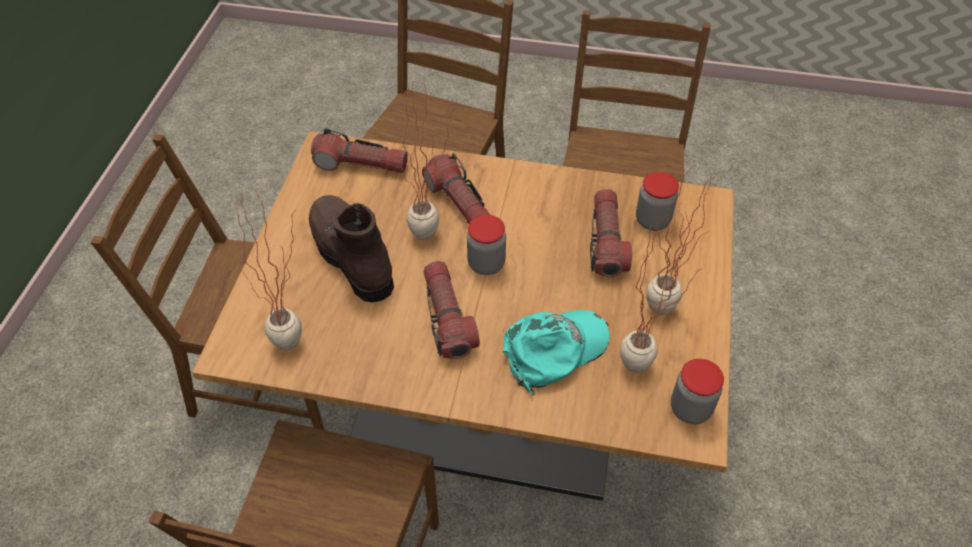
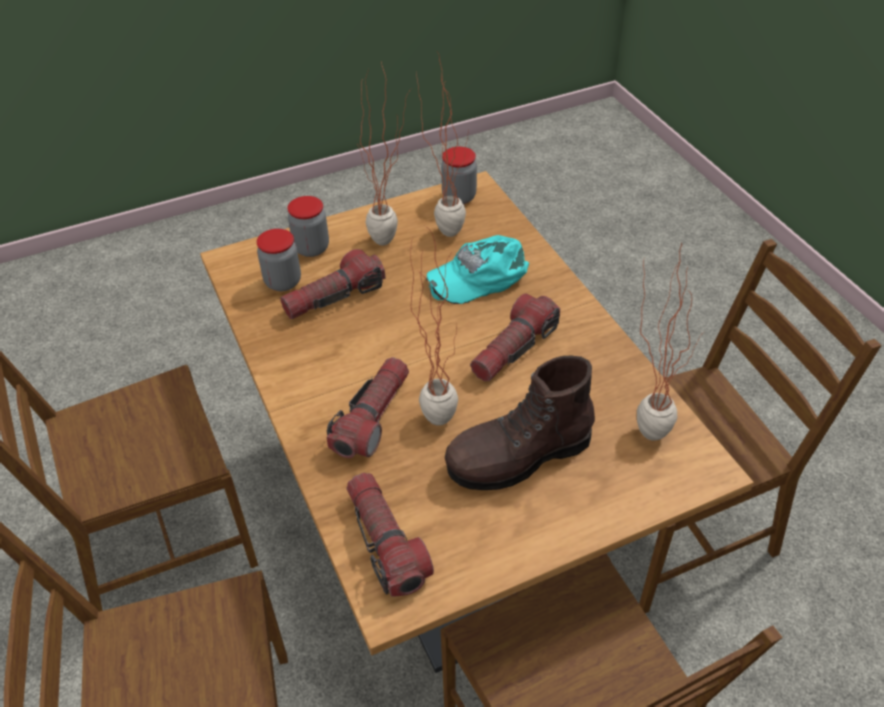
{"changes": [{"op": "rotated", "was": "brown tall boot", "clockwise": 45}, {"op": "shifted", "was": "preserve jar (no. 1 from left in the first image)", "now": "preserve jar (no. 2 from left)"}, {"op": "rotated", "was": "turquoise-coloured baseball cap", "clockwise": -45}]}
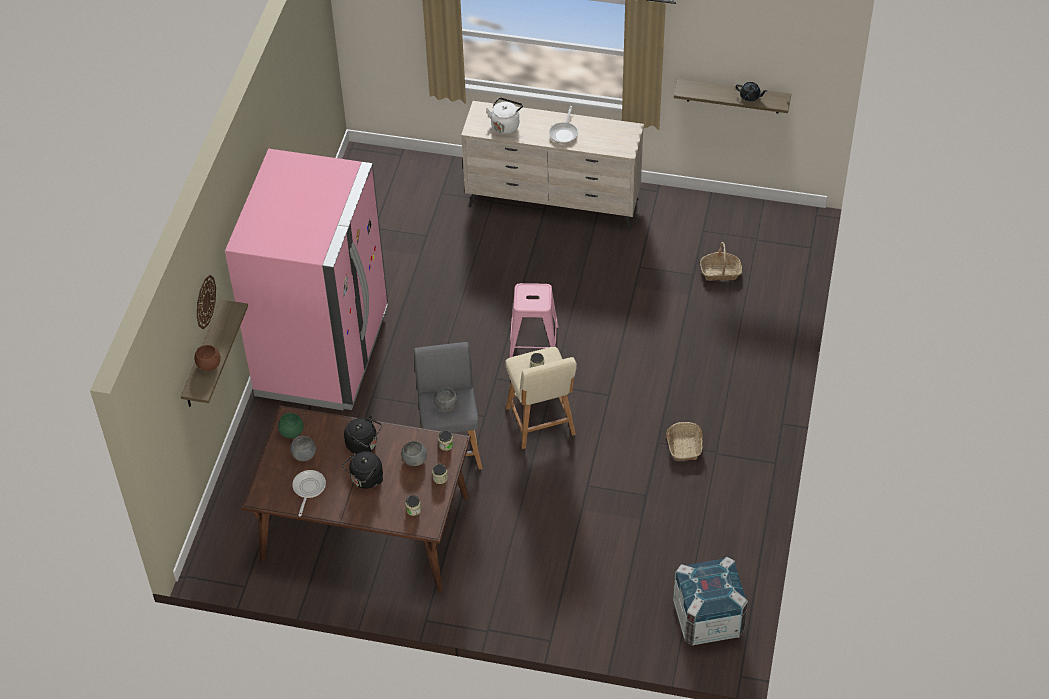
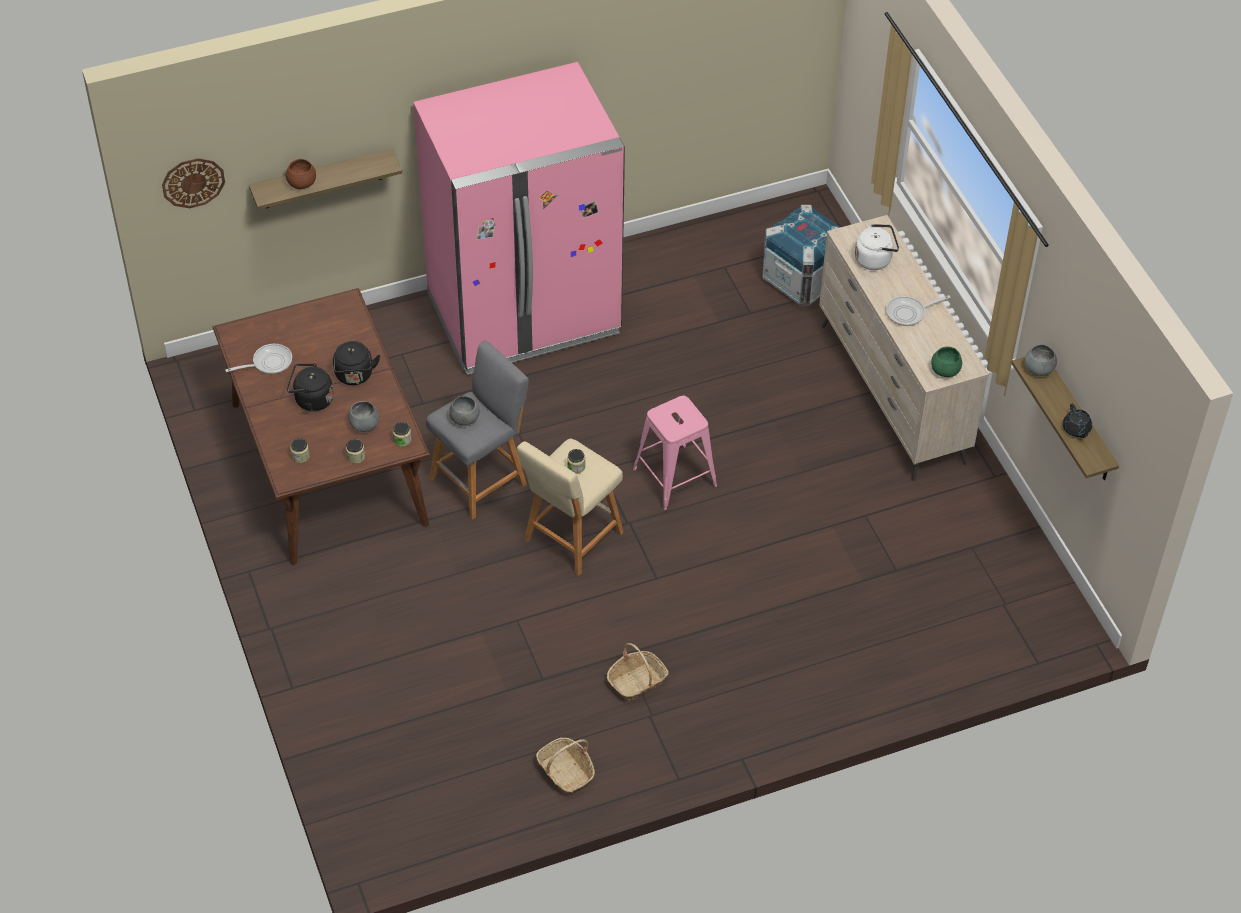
{"changes": [{"op": "shifted", "was": "clock on the wall"}, {"op": "shifted", "was": "greenish bowl"}, {"op": "shifted", "was": "gray bowl (no. 1 from left in the first image)", "now": "gray bowl (no. 3 from left)"}, {"op": "shifted", "was": "packing crate"}, {"op": "shifted", "was": "household basket (no. 2 from left in the first image)", "now": "household basket (no. 1 from left)"}]}
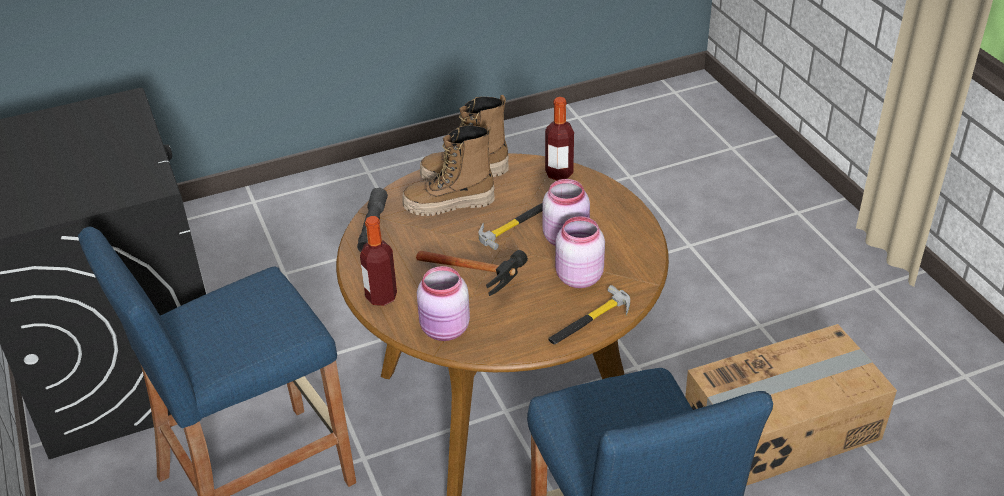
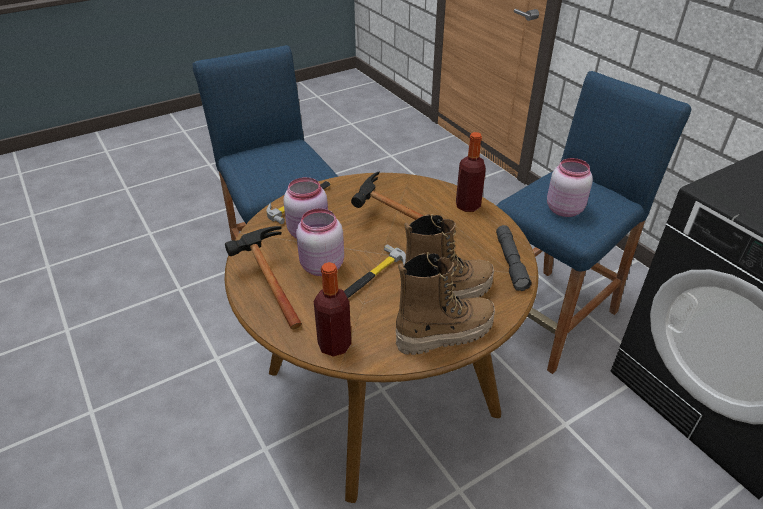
{"changes": [{"op": "shifted", "was": "pinkish preserve jar (no. 1 from left in the first image)", "now": "pinkish preserve jar (no. 3 from left)"}, {"op": "gone", "was": "carton"}, {"op": "new", "now": "hand hammer (no. 1 from left)"}]}
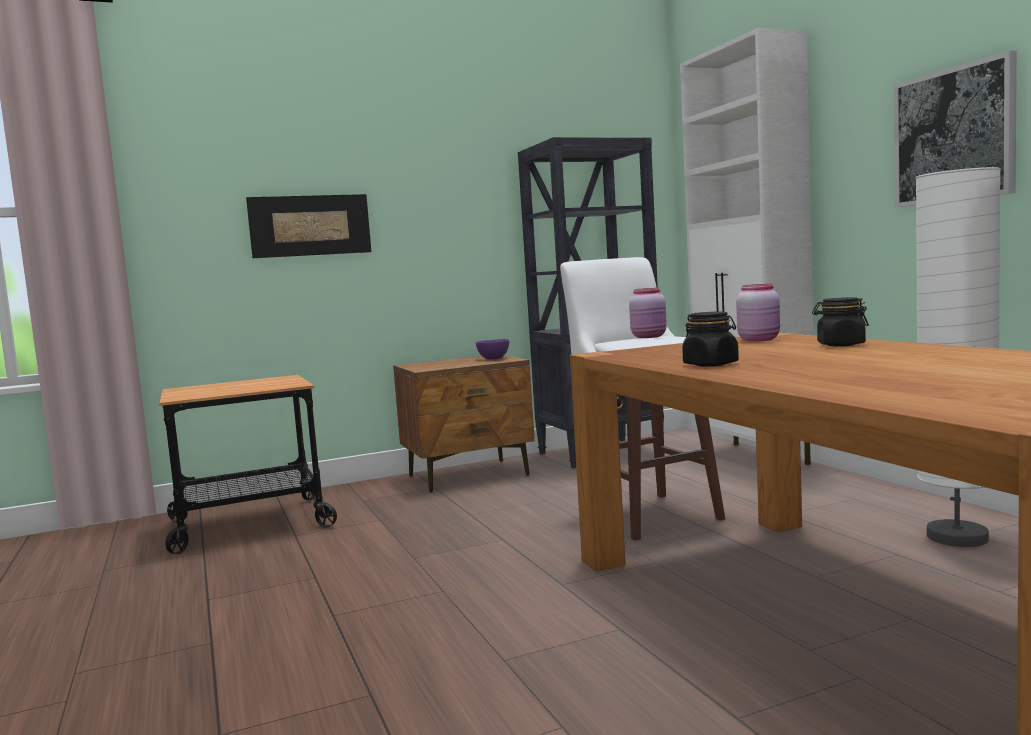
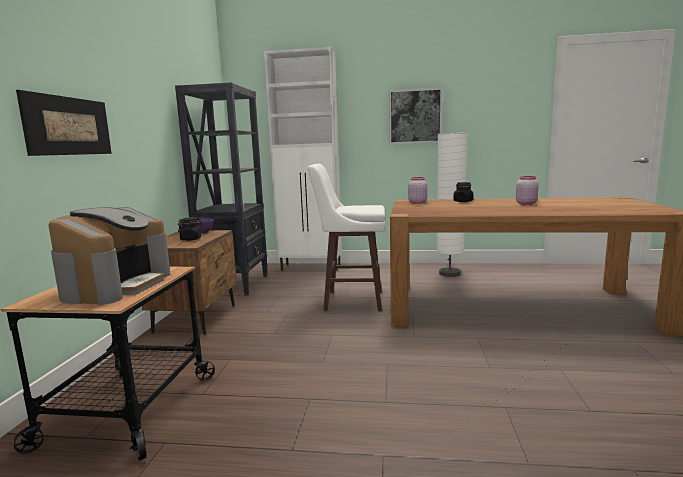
{"changes": [{"op": "shifted", "was": "pinkish preserve jar (no. 1 from left in the first image)", "now": "pinkish preserve jar (no. 2 from left)"}, {"op": "shifted", "was": "blackish preserve jar (no. 1 from left)"}, {"op": "new", "now": "coffee brewer"}]}
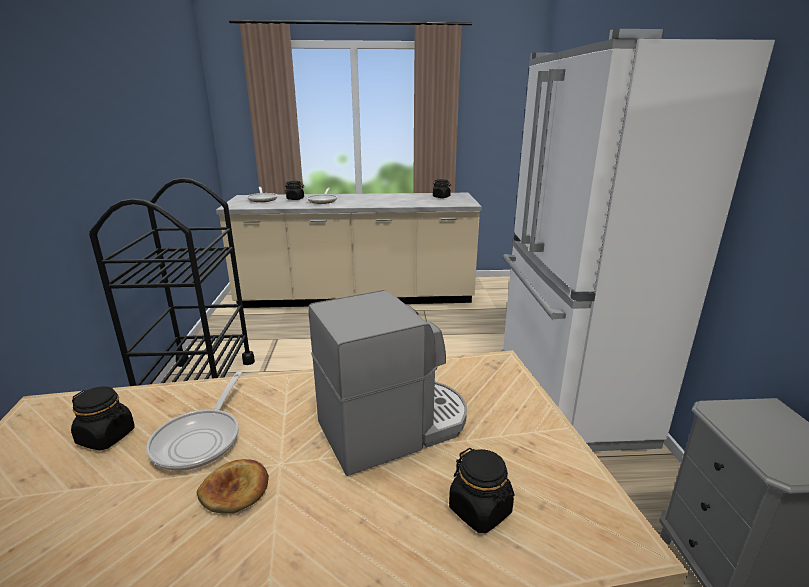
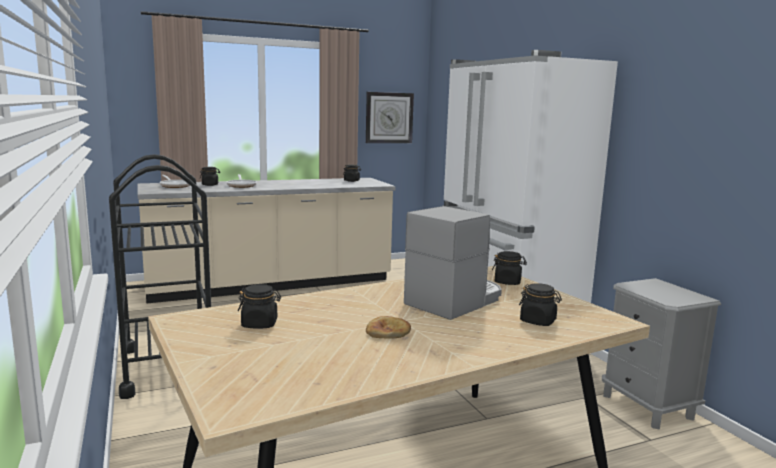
{"changes": [{"op": "gone", "was": "frying pan (no. 1 from left)"}, {"op": "new", "now": "clock on the wall"}, {"op": "new", "now": "blackish preserve jar (no. 4 from left)"}]}
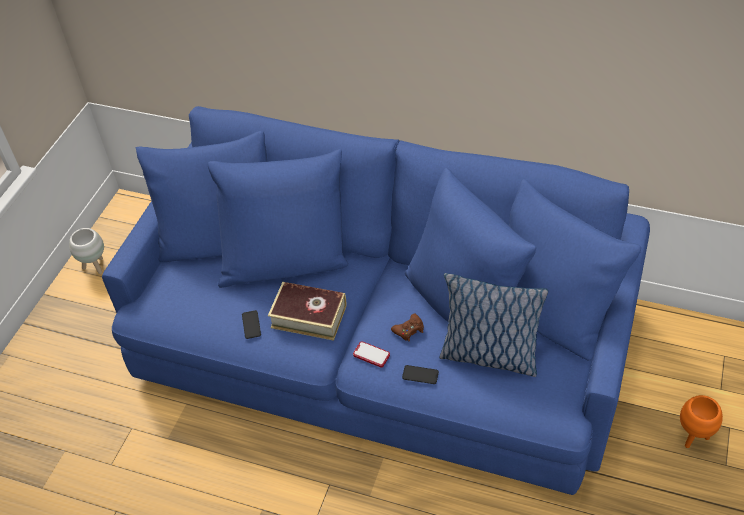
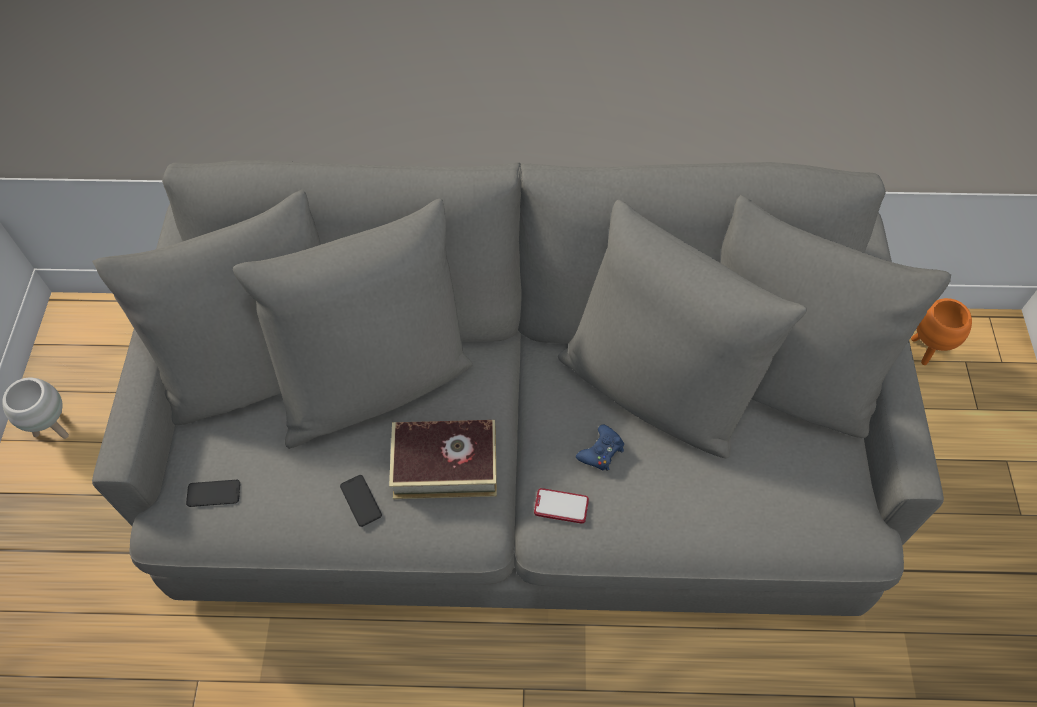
{"changes": [{"op": "repainted", "was": "blue settee", "now": "gray settee"}, {"op": "repainted", "was": "brown game controller", "now": "blue game controller"}, {"op": "shifted", "was": "telephone (no. 3 from left in the first image)", "now": "telephone (no. 1 from left)"}, {"op": "gone", "was": "throw pillow"}, {"op": "shifted", "was": "orangey plant pot"}]}
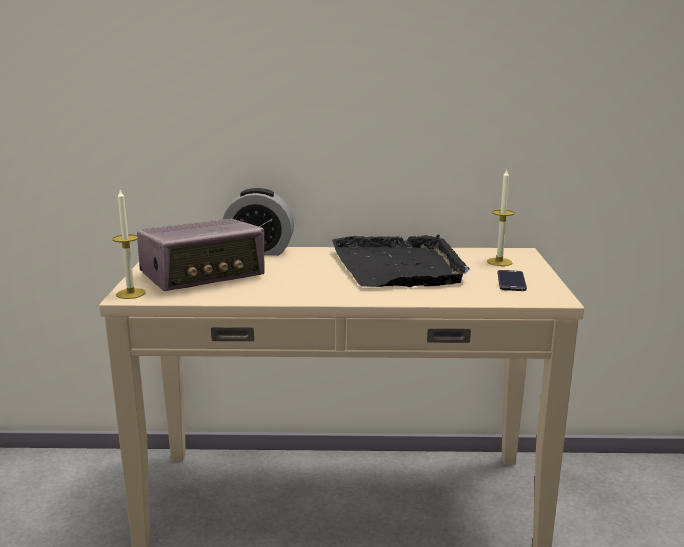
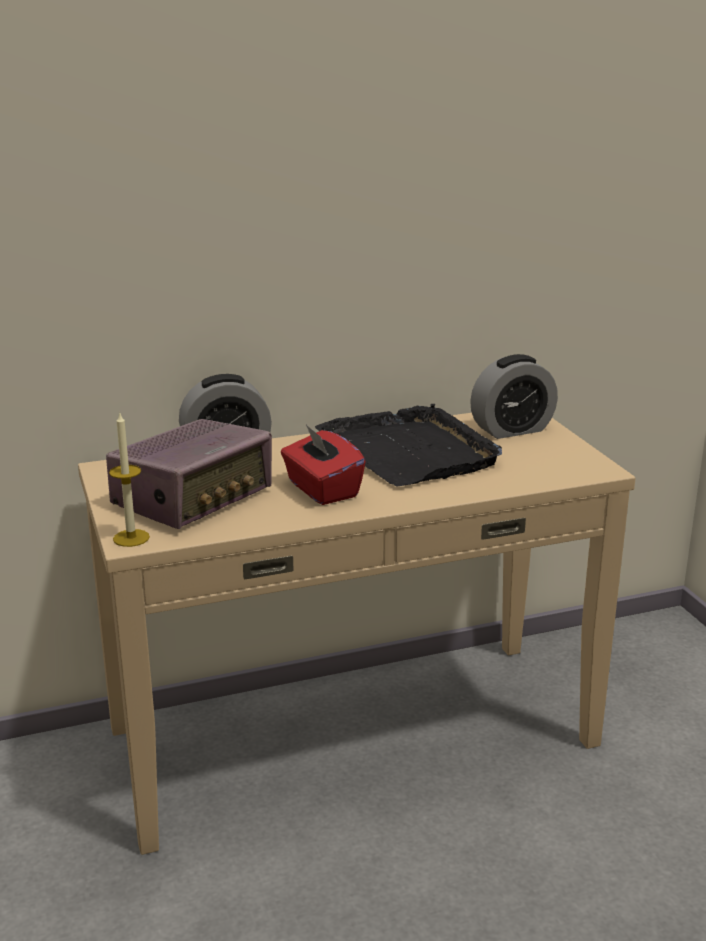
{"changes": [{"op": "swapped", "was": "candle (no. 2 from left)", "now": "table clock (no. 2 from left)"}, {"op": "gone", "was": "telephone"}, {"op": "new", "now": "red-coloured tissue holder"}]}
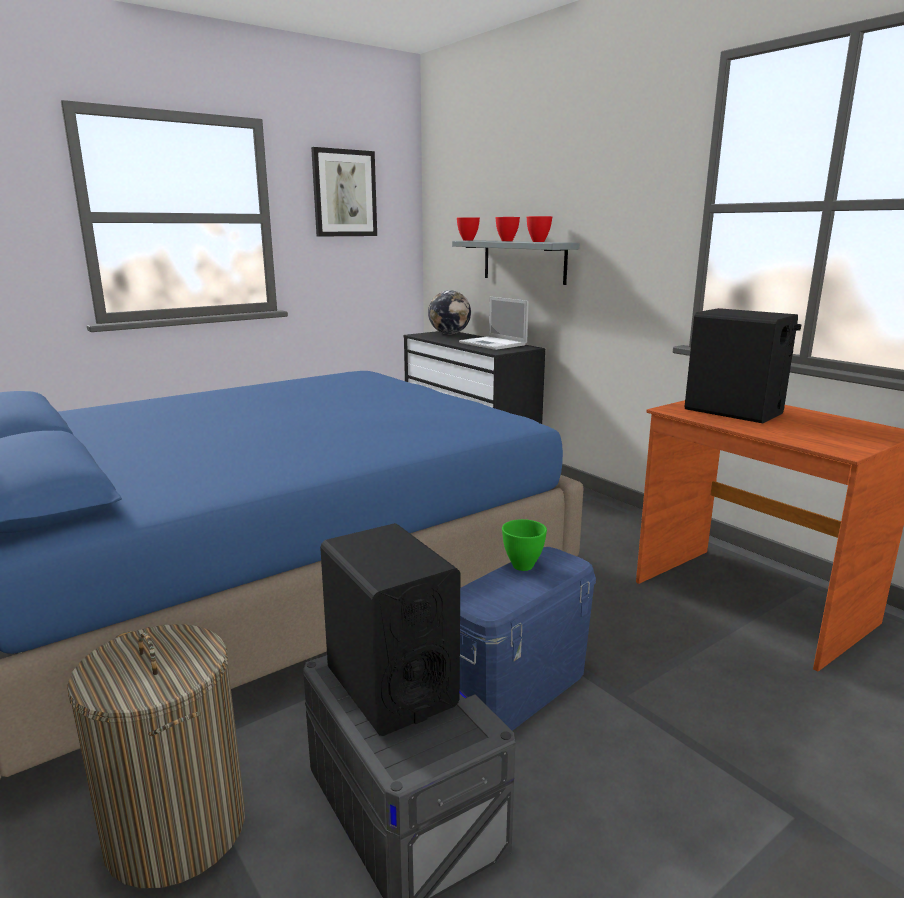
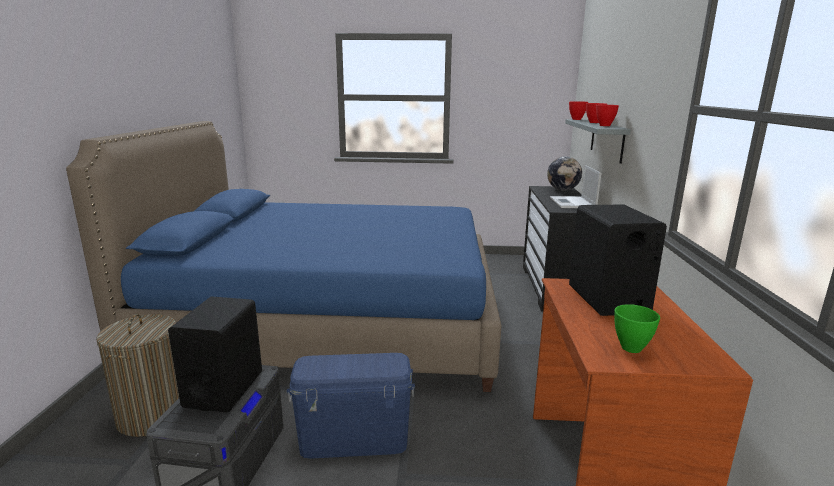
{"changes": [{"op": "gone", "was": "picture"}, {"op": "shifted", "was": "greenish bowl"}]}
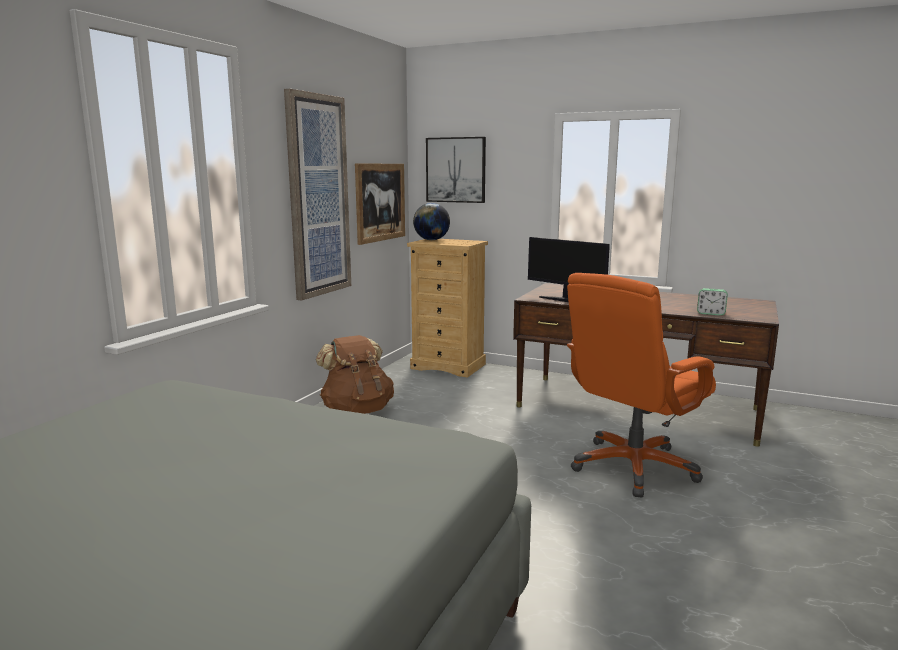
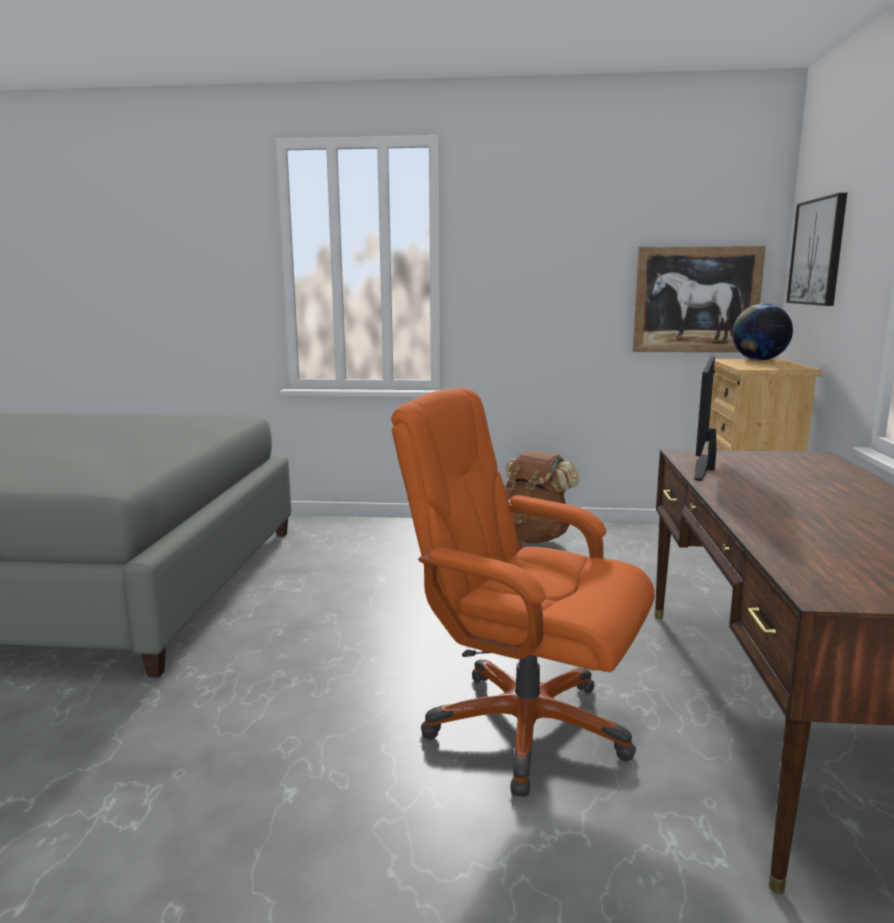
{"changes": [{"op": "gone", "was": "picture (no. 1 from left)"}, {"op": "gone", "was": "table clock"}]}
